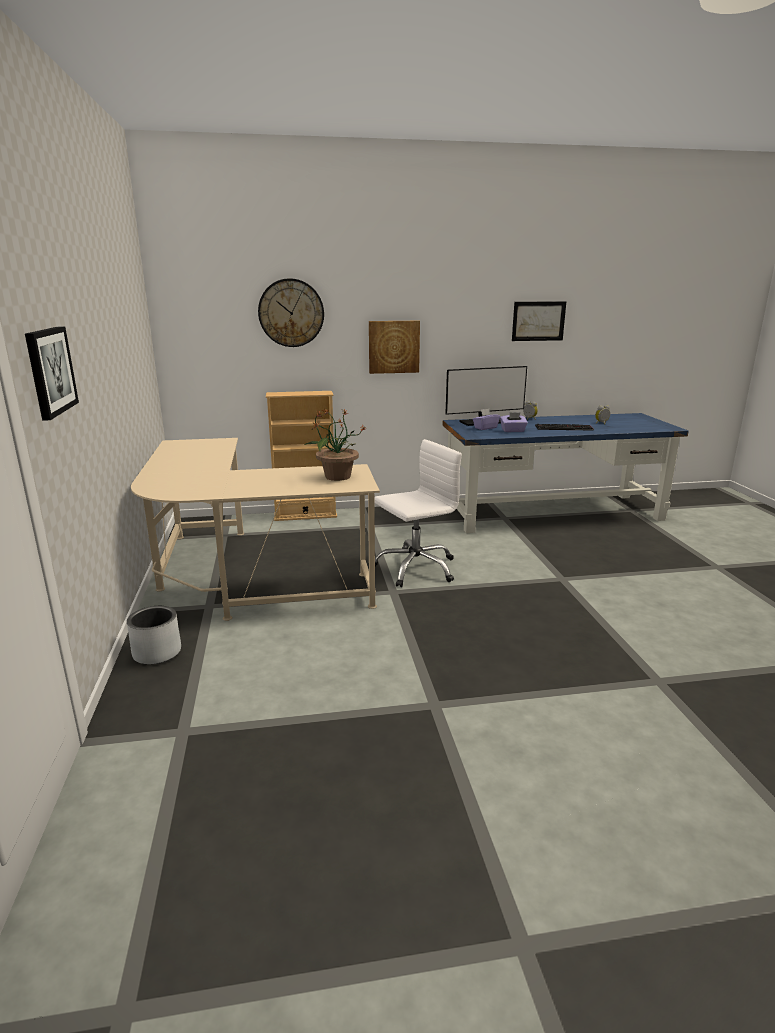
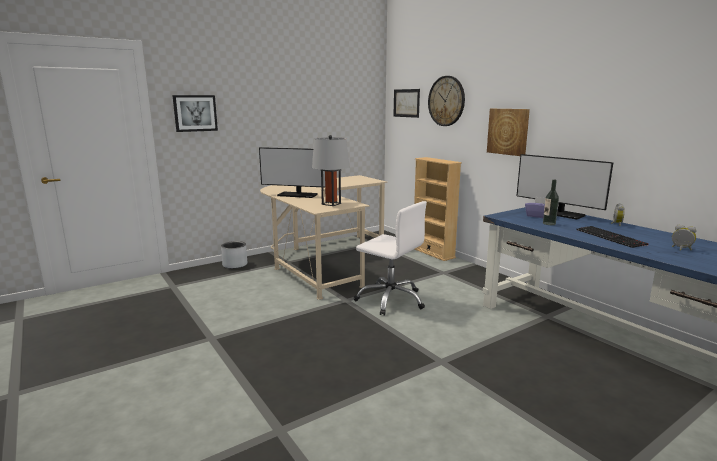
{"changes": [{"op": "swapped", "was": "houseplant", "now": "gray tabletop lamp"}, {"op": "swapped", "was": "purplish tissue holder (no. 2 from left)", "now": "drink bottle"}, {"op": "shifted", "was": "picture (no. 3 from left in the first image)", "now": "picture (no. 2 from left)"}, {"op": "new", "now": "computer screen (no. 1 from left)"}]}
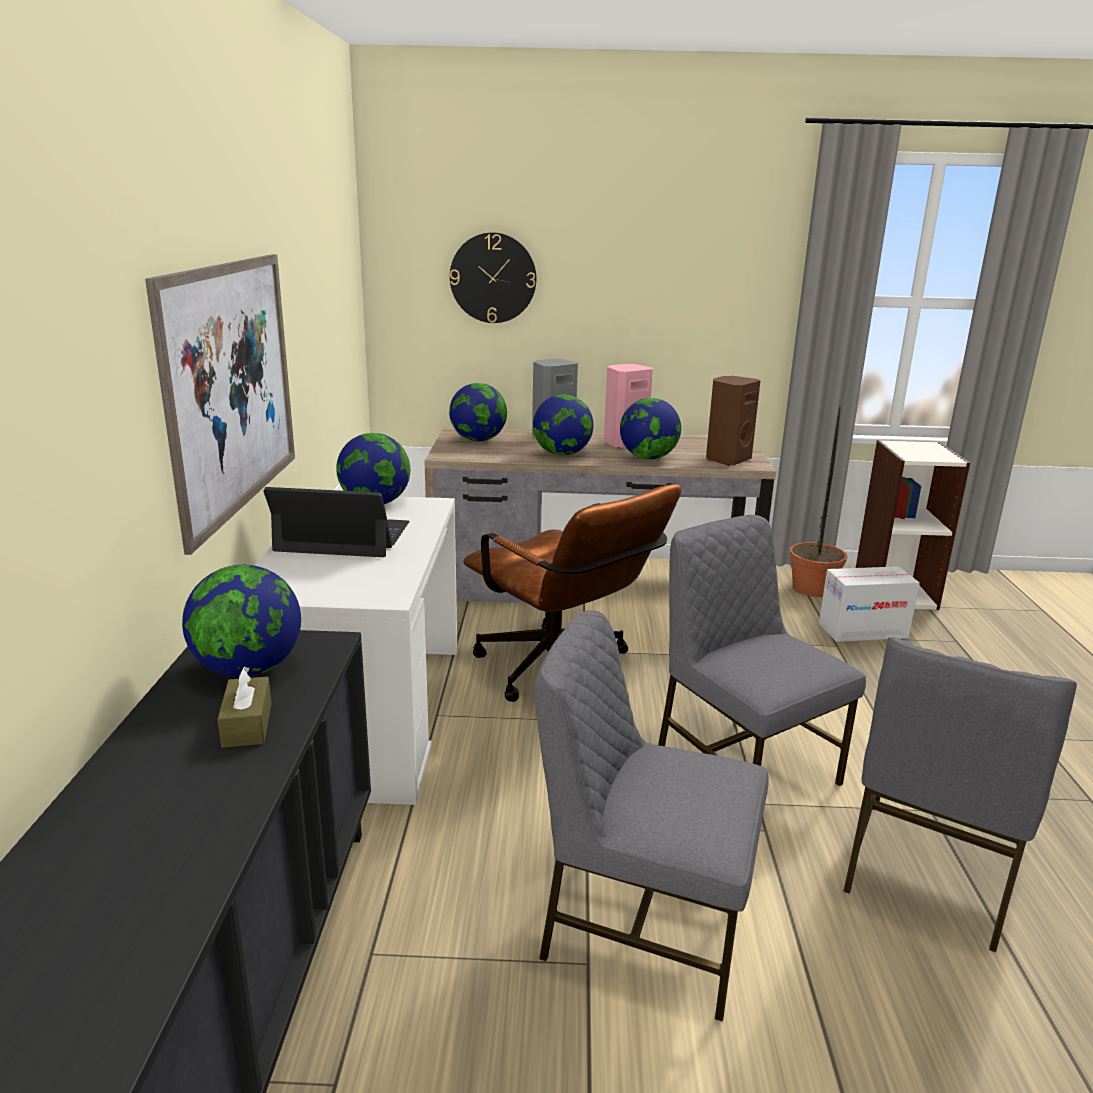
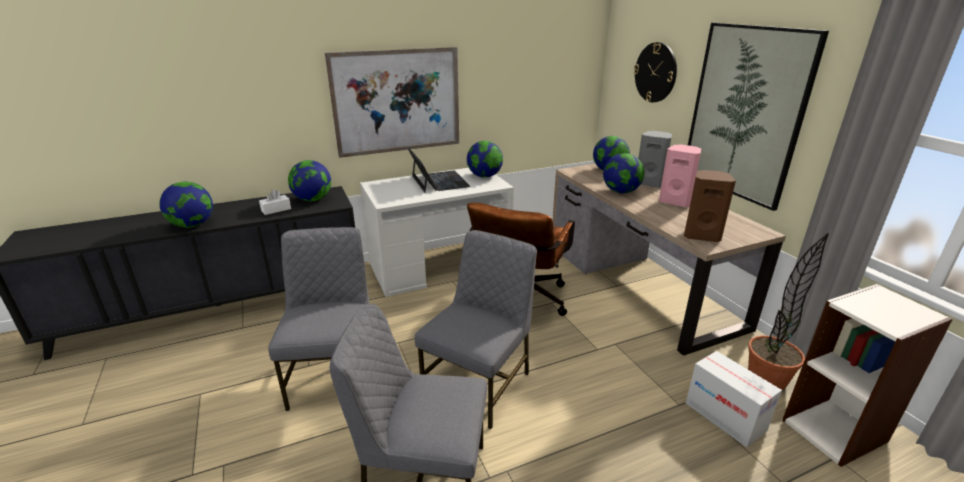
{"changes": [{"op": "repainted", "was": "brown tissue holder", "now": "white-coloured tissue holder"}, {"op": "shifted", "was": "desk globe (no. 5 from left in the first image)", "now": "desk globe (no. 1 from left)"}, {"op": "new", "now": "picture (no. 2 from left)"}]}
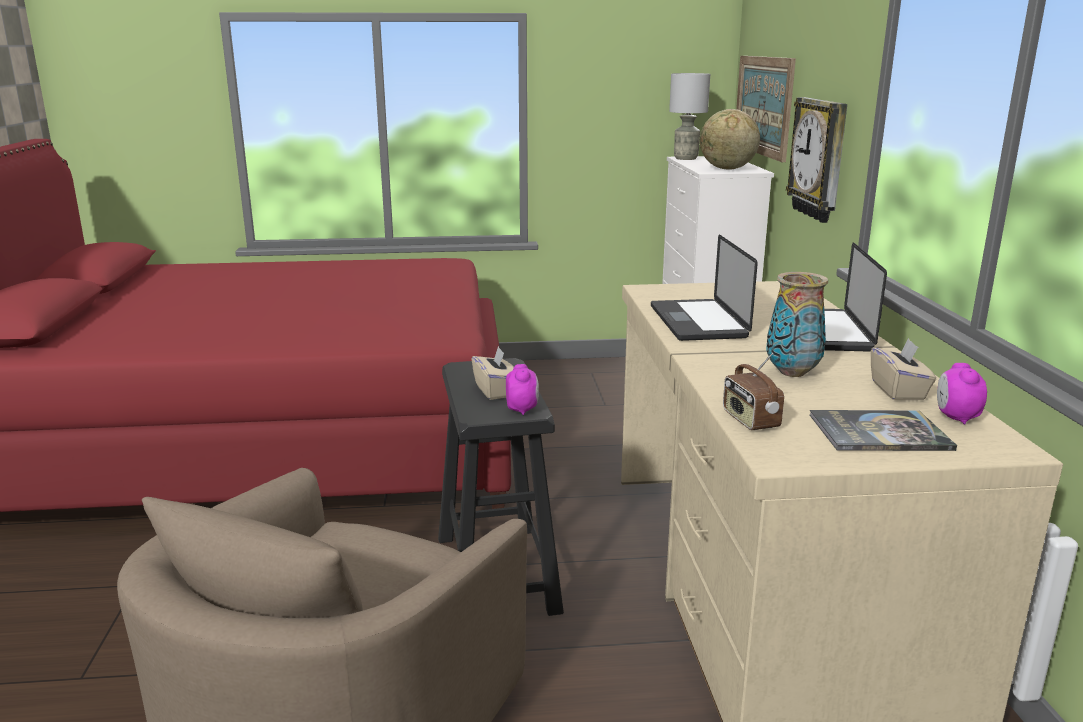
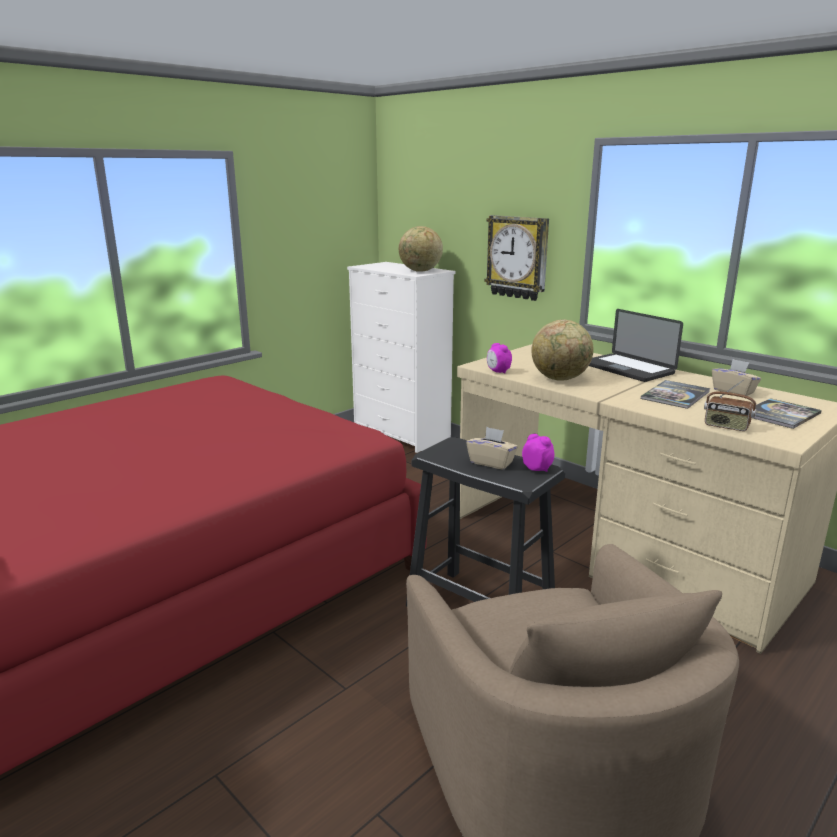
{"changes": [{"op": "swapped", "was": "notebook computer (no. 1 from left)", "now": "desk globe (no. 2 from left)"}, {"op": "gone", "was": "gray tabletop lamp"}, {"op": "gone", "was": "picture"}, {"op": "swapped", "was": "decorative vase", "now": "book (no. 1 from left)"}, {"op": "shifted", "was": "table clock (no. 2 from left in the first image)", "now": "table clock (no. 1 from left)"}]}
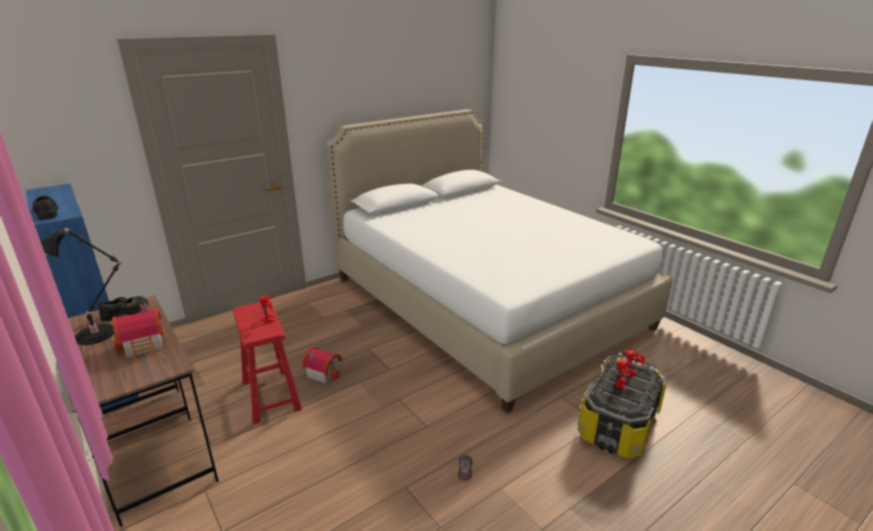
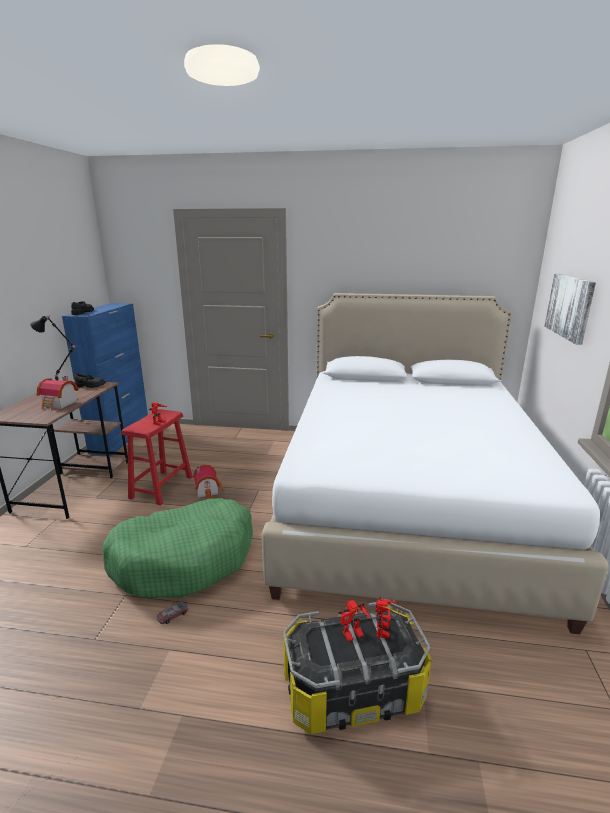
{"changes": [{"op": "new", "now": "greenish dog cushion"}, {"op": "new", "now": "picture"}]}
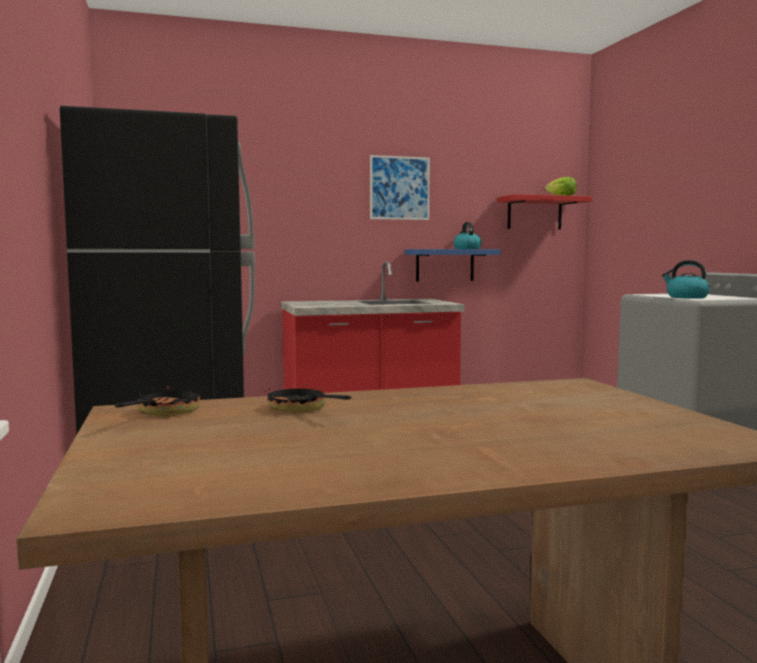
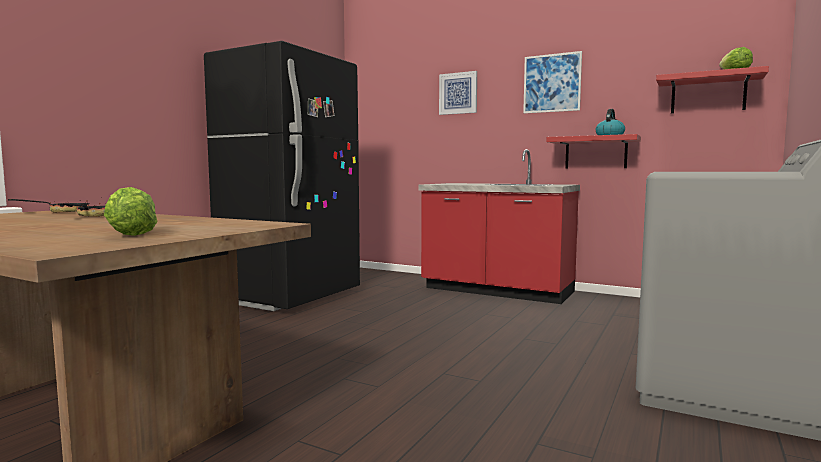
{"changes": [{"op": "repainted", "was": "blue bracket shelf", "now": "red-coloured bracket shelf (no. 1 from left)"}, {"op": "gone", "was": "kettle (no. 2 from left)"}, {"op": "new", "now": "head of lettuce (no. 1 from left)"}, {"op": "new", "now": "picture (no. 1 from left)"}]}
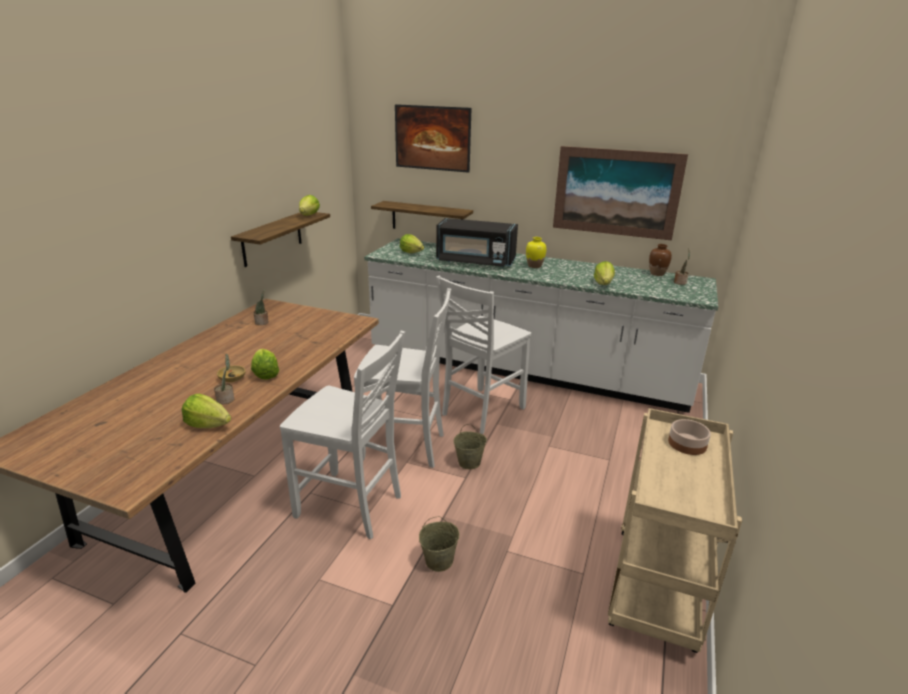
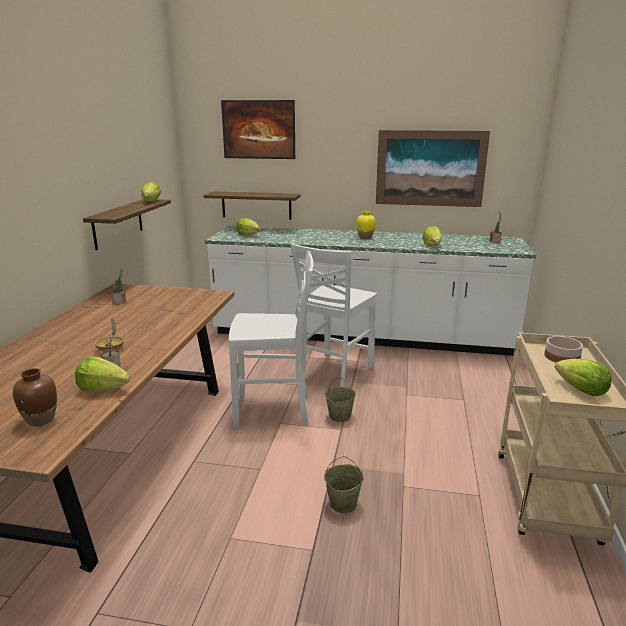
{"changes": [{"op": "shifted", "was": "head of lettuce (no. 2 from left in the first image)", "now": "head of lettuce (no. 5 from left)"}, {"op": "gone", "was": "white-coloured chair (no. 1 from left)"}, {"op": "gone", "was": "blackish kitchen microwave"}, {"op": "shifted", "was": "brown decorative vase"}]}
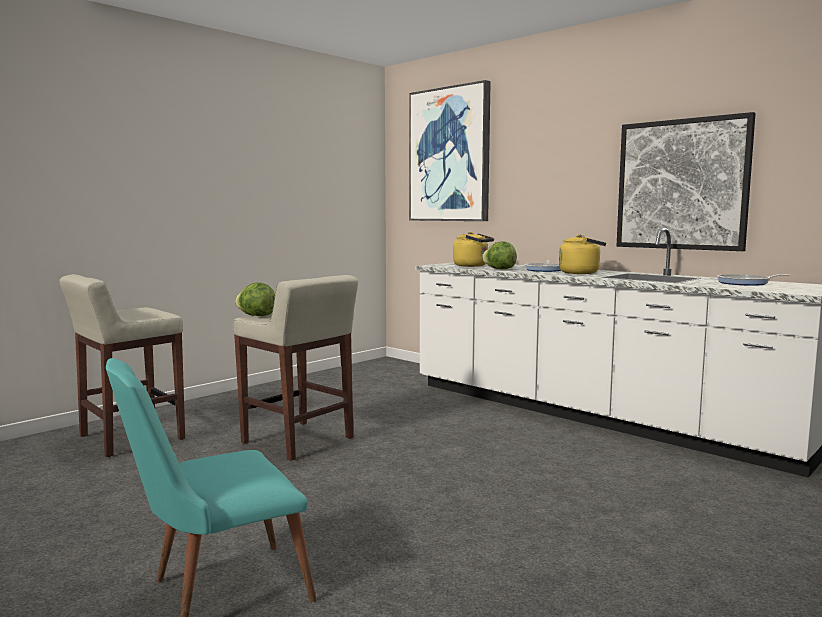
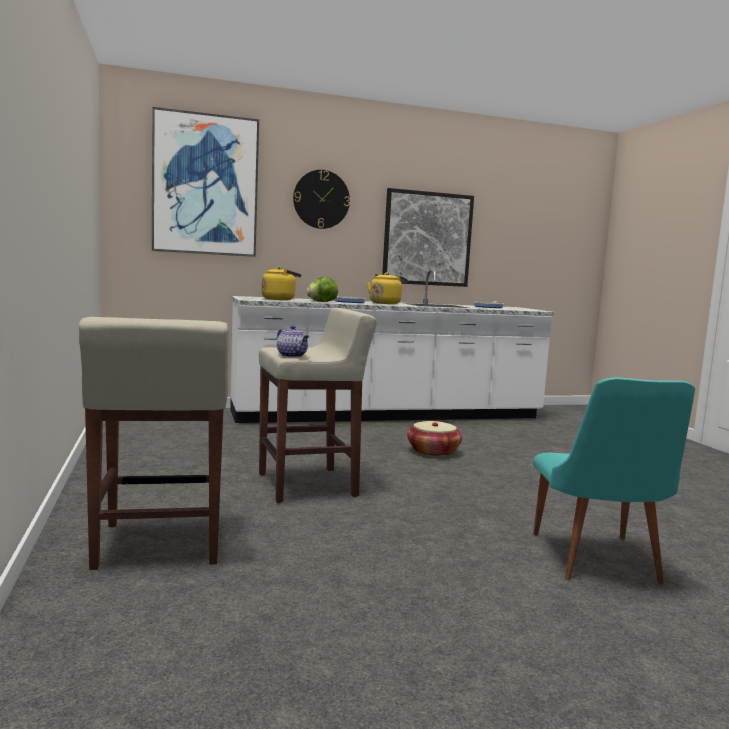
{"changes": [{"op": "swapped", "was": "head of lettuce (no. 1 from left)", "now": "pot for tea"}, {"op": "new", "now": "clock on the wall"}, {"op": "new", "now": "household basket"}]}
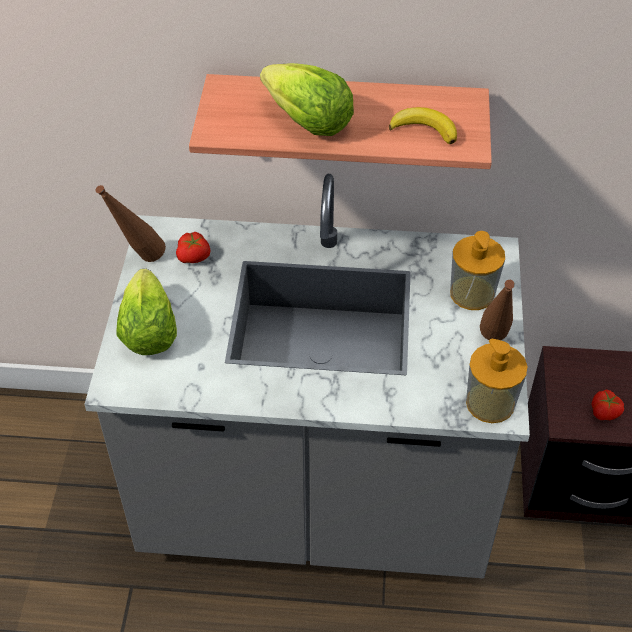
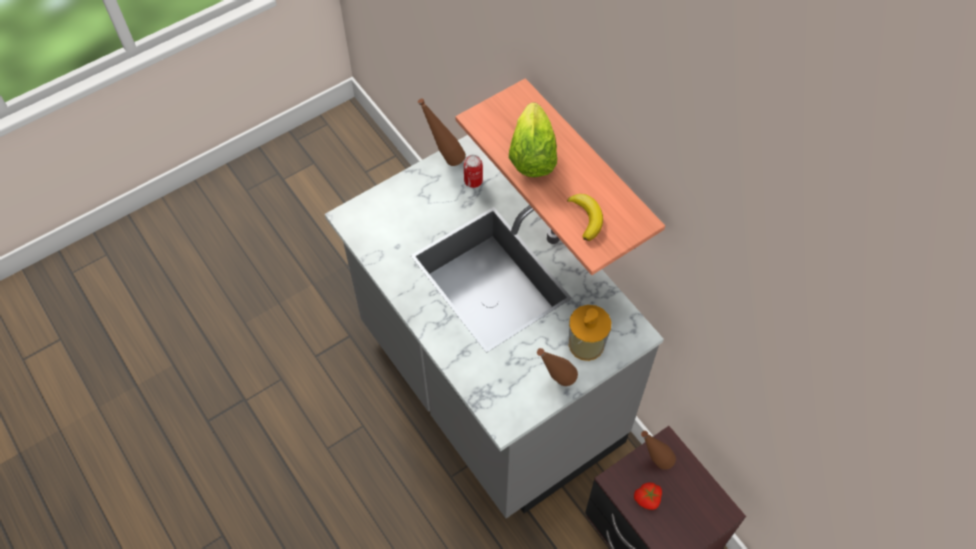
{"changes": [{"op": "gone", "was": "head of lettuce (no. 1 from left)"}, {"op": "swapped", "was": "tomato (no. 1 from left)", "now": "can"}, {"op": "gone", "was": "soap bottle (no. 2 from left)"}, {"op": "new", "now": "brown drink bottle (no. 3 from left)"}]}
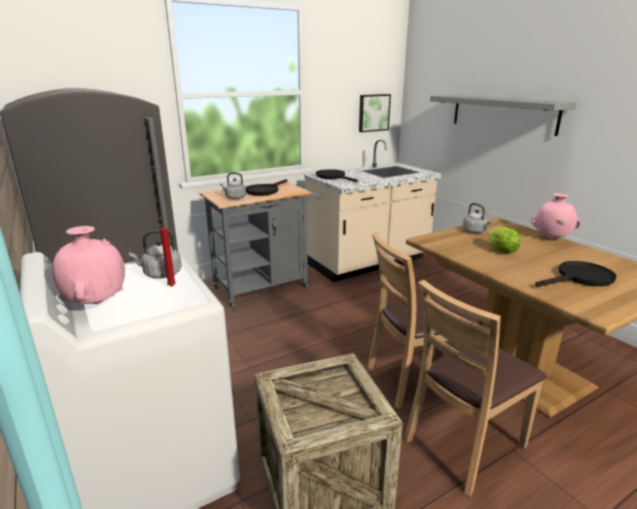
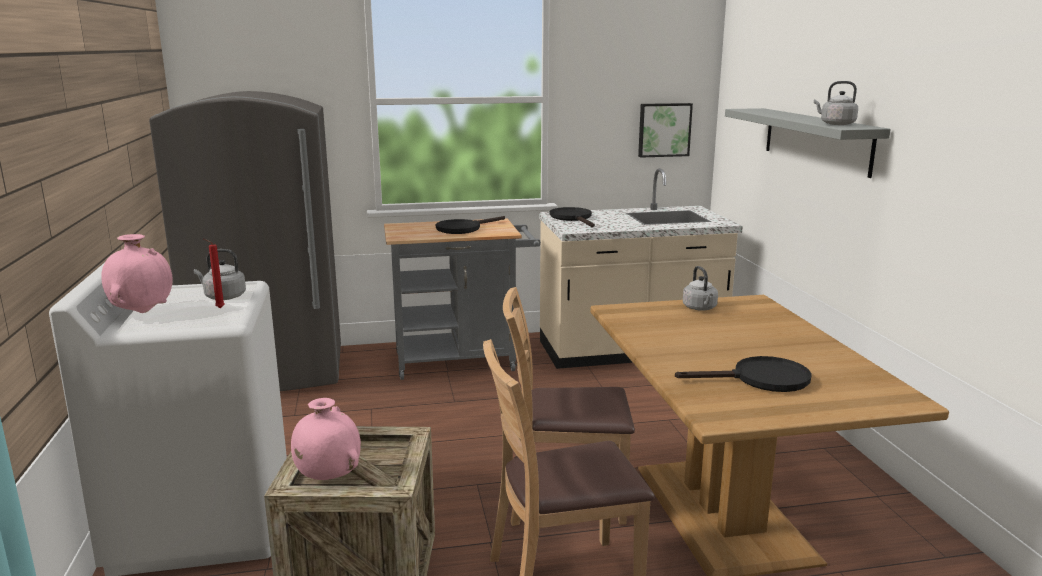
{"changes": [{"op": "shifted", "was": "gray kettle (no. 2 from left in the first image)", "now": "gray kettle (no. 3 from left)"}, {"op": "gone", "was": "head of lettuce"}, {"op": "shifted", "was": "pinkish decorative vase (no. 2 from left)"}]}
